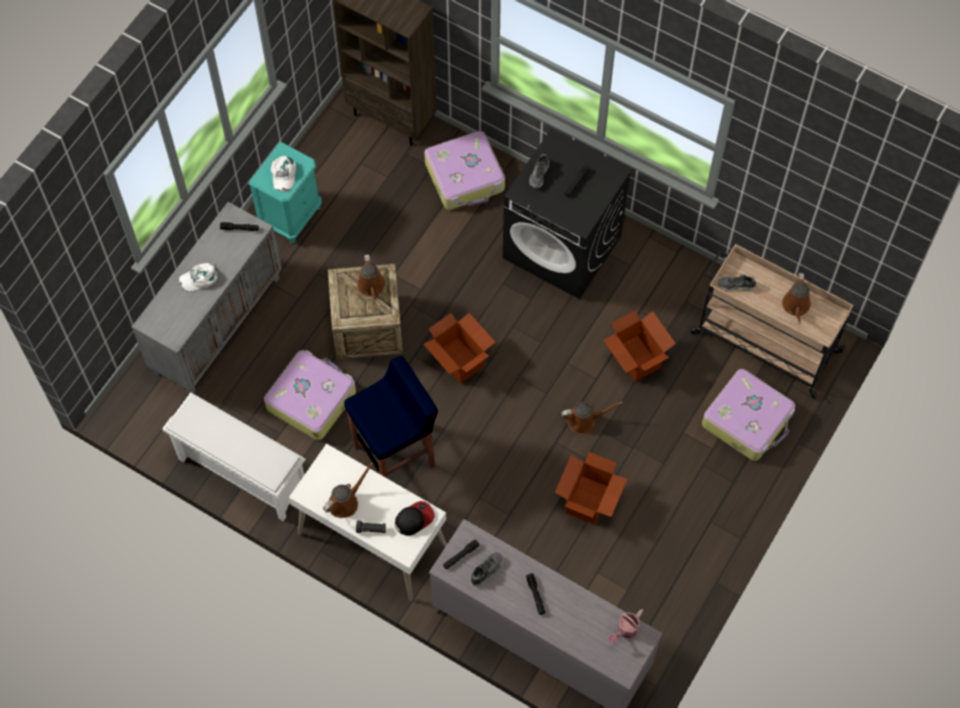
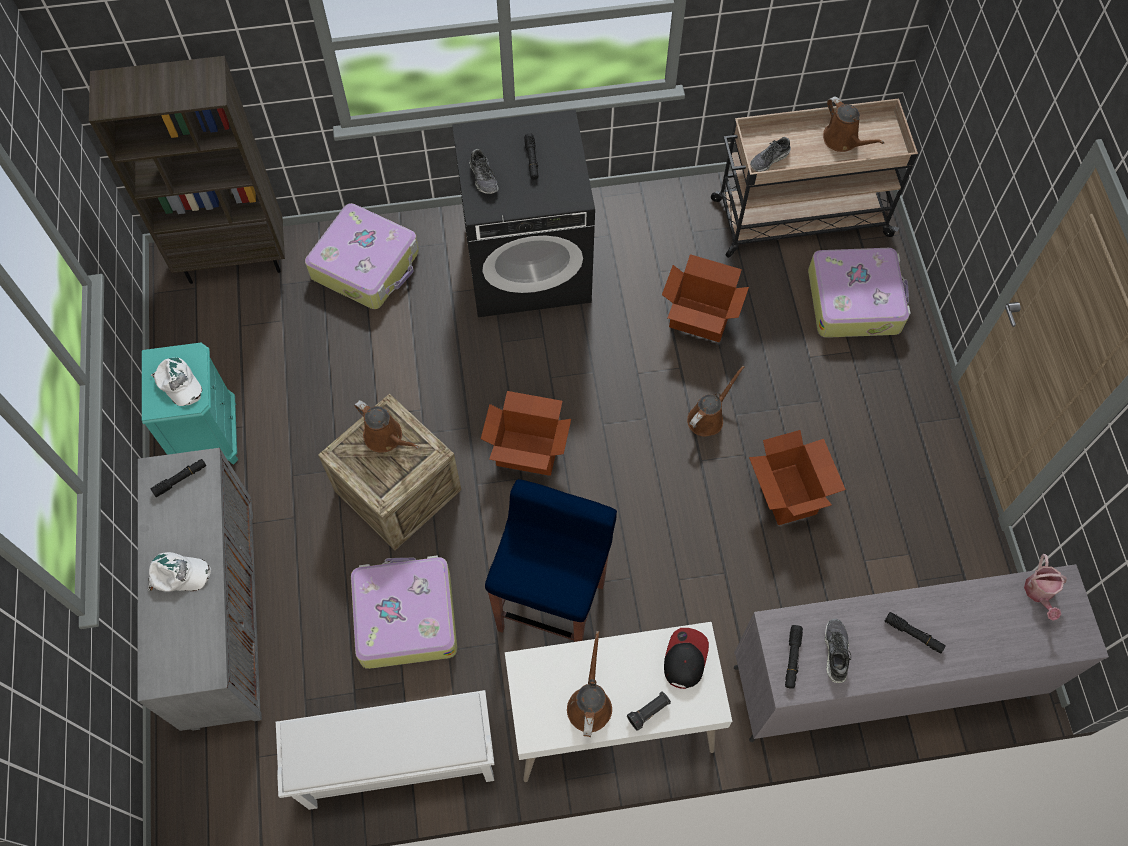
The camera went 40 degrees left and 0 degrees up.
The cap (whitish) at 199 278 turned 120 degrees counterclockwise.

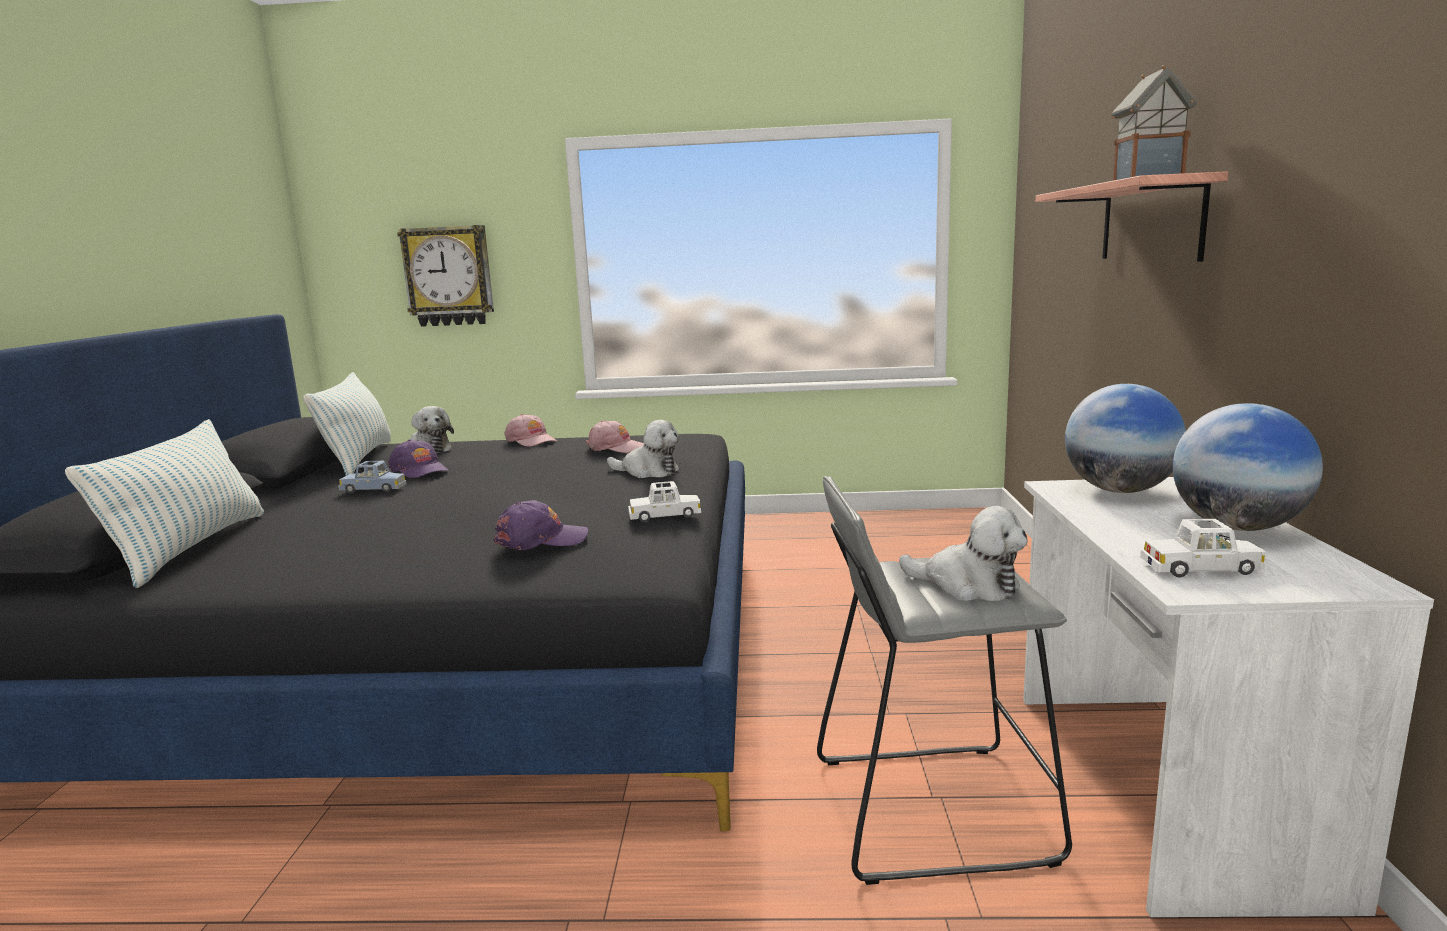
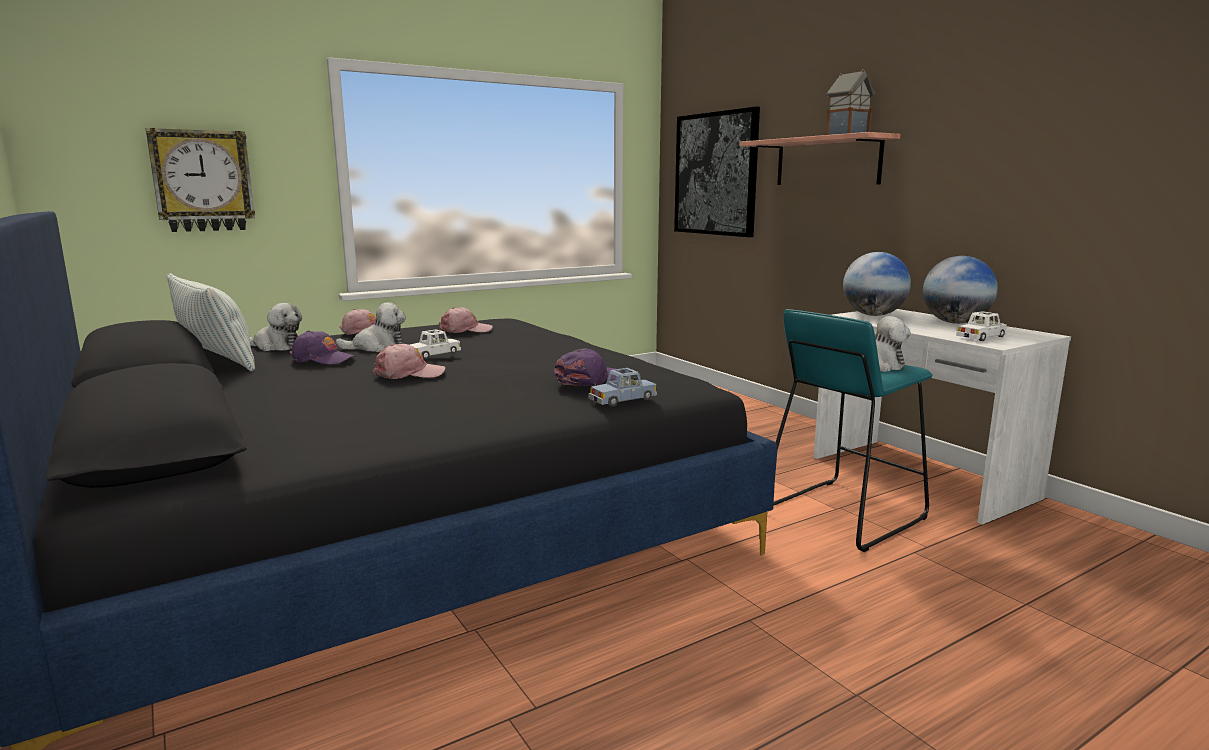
The camera went 35 degrees left and 0 degrees up.
The cushion at 191 548 disappeared.
The cap (pink-coloured) at 409 374 appeared.
The wall picture at 715 174 appeared.
The model car (blue-coloured) moved from 374 489 to 623 400.
The plush toy moved from 648 471 to 377 348.
The model car (whitish) moved from 664 515 to 434 355.
The stool (gray) at 930 807 became the stool (turquoise-coloured) at 842 513.

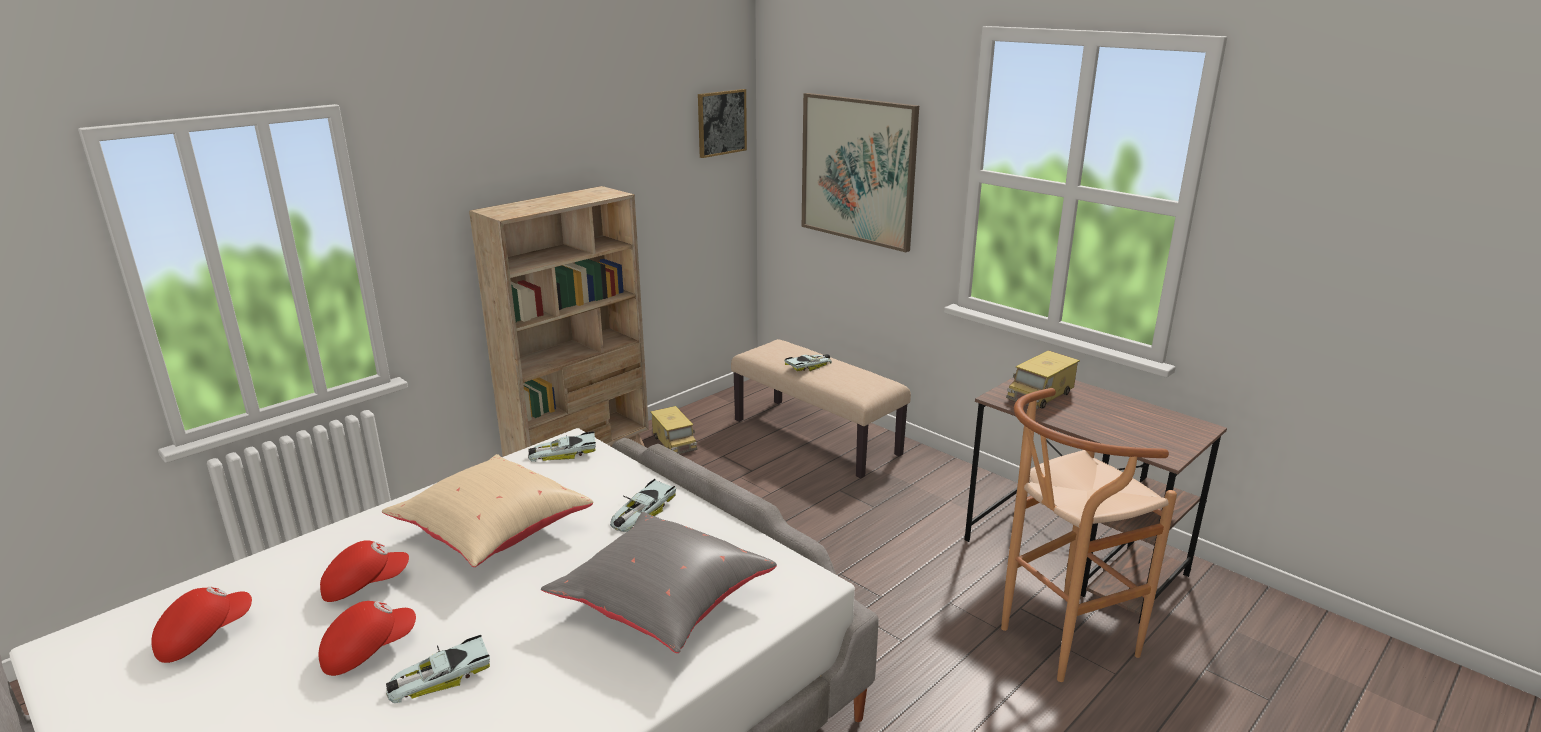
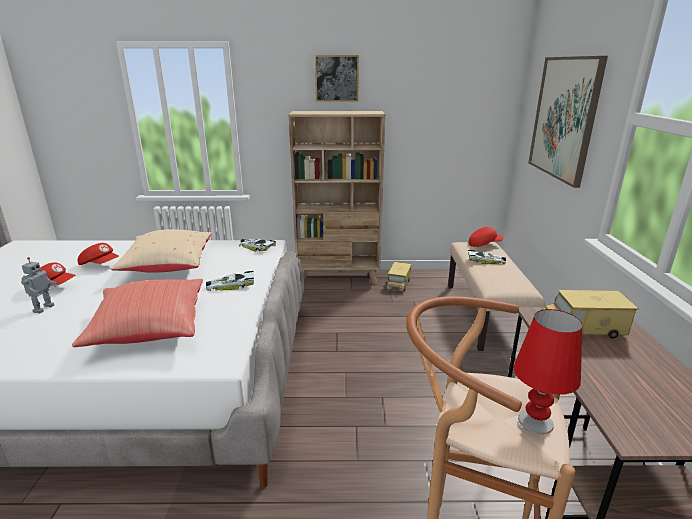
The camera went 45 degrees right and 0 degrees up.
The table lamp (red-coloured) at 536 422 appeared.
The cap (red-coloured) moved from 204 636 to 484 244.
The wall picture moved from 721 122 to 336 78.
The model car at 439 676 was replaced by the model robot at 43 308.
The cushion (gray) at 661 605 became the cushion (red-coloured) at 149 329.

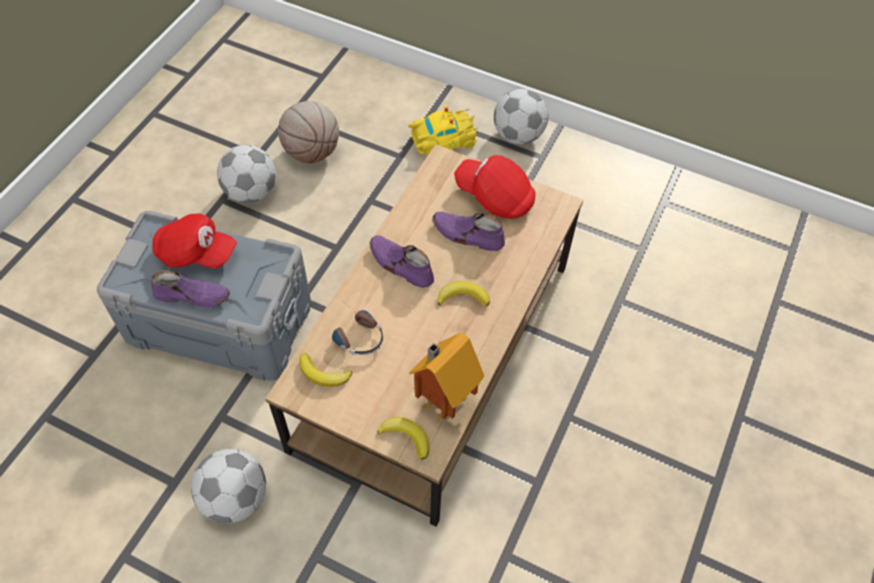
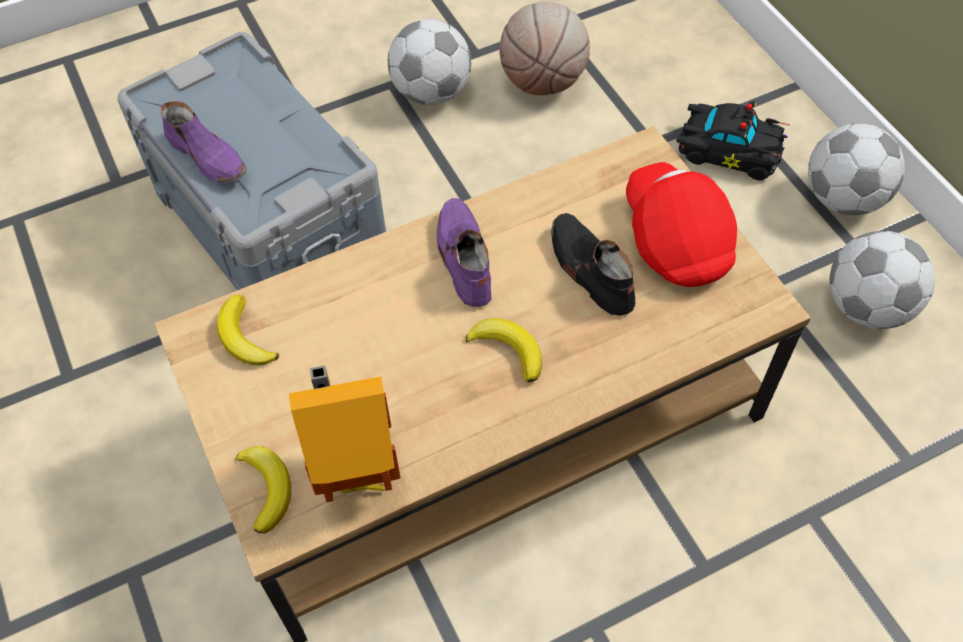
The camera went 40 degrees right and 0 degrees up.
The cap (red-coloured) at 196 253 disappeared.
The pair of headphones at 354 334 disappeared.
The ball for football moved from 235 497 to 867 307.
The model car (yellow-coloured) at 441 139 became the model car (black-coloured) at 726 149.
The item of footwear (purple) at 467 235 became the item of footwear (black-coloured) at 589 270.

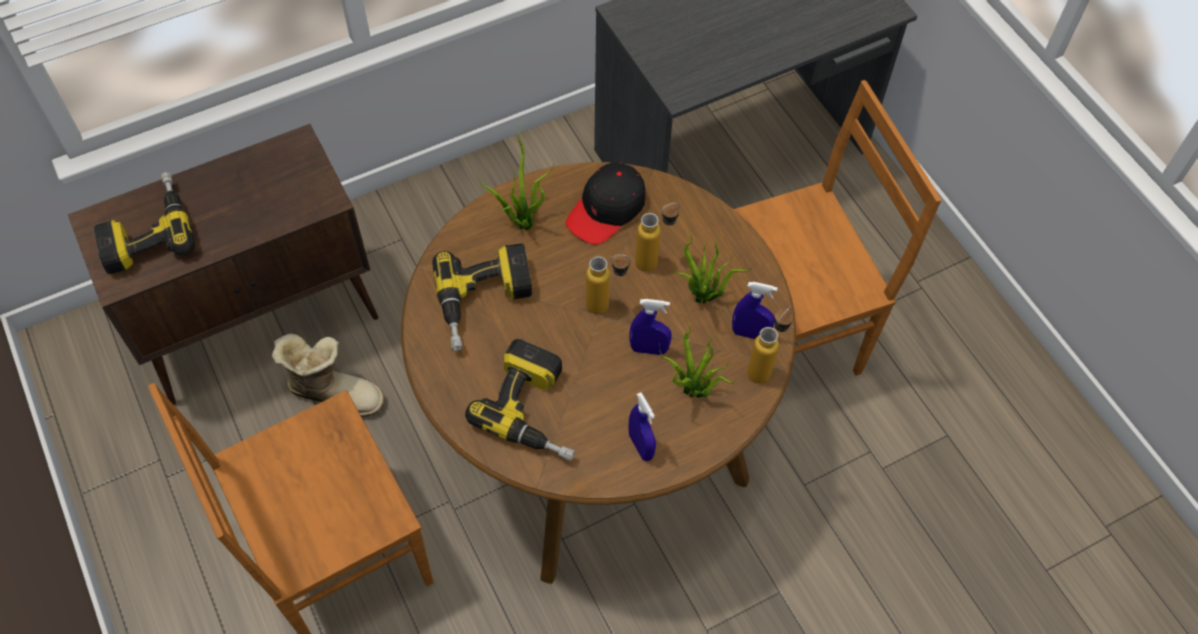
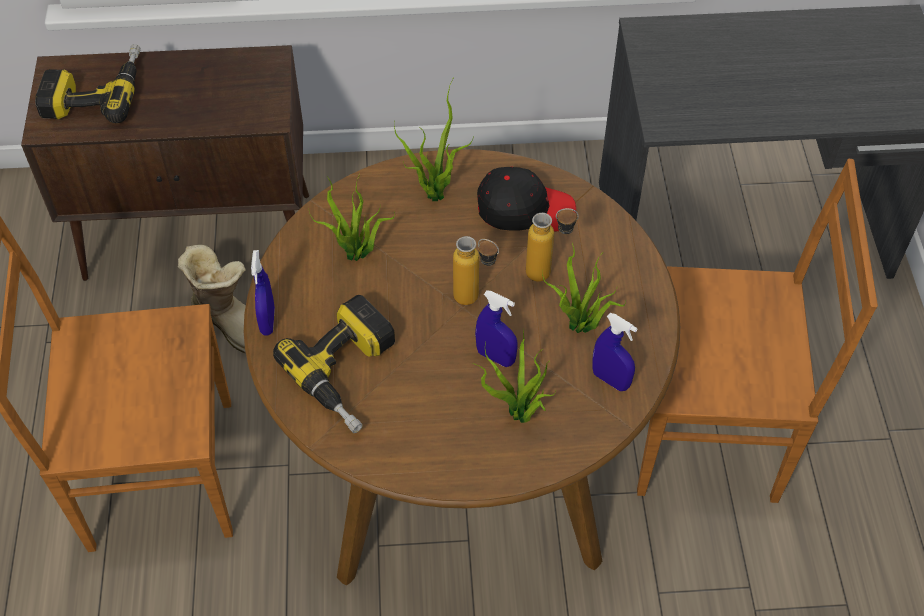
The camera went 25 degrees right and 5 degrees down.
The bottle at 765 367 disappeared.
The sprayer (blue-coloured) moved from 641 446 to 267 321.
The electric drill at 485 303 was replaced by the potted plant at 356 255.
The cap (black-coloured) at 607 210 turned 150 degrees counterclockwise.

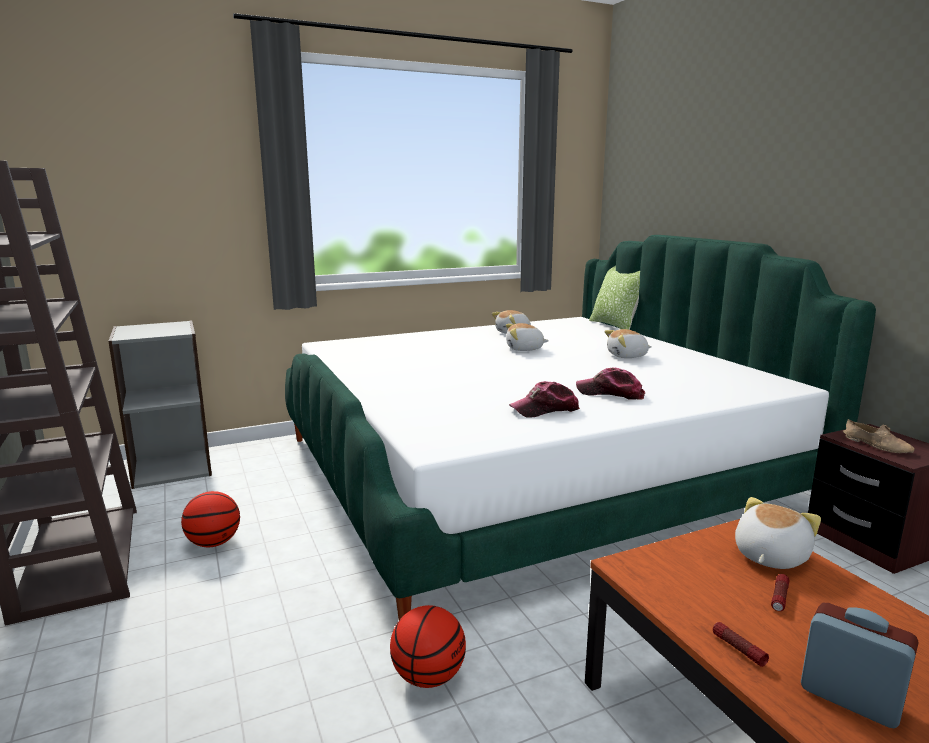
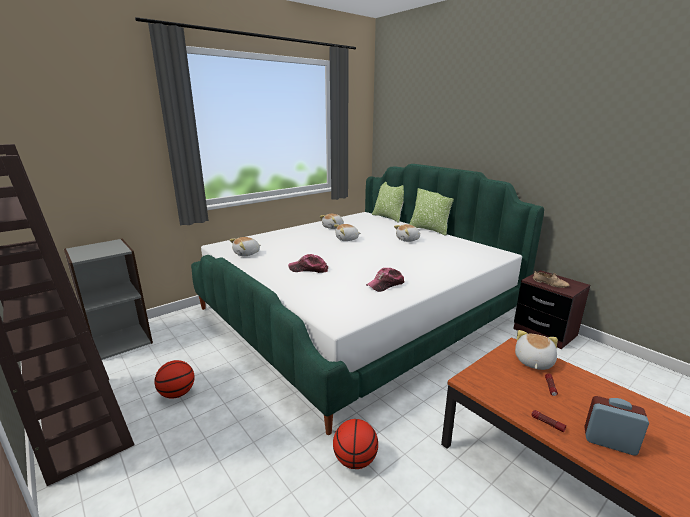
The camera went 15 degrees left and 5 degrees up.
The plush toy at 247 254 appeared.
The cushion at 429 230 appeared.
The cap moved from 610 393 to 308 269.

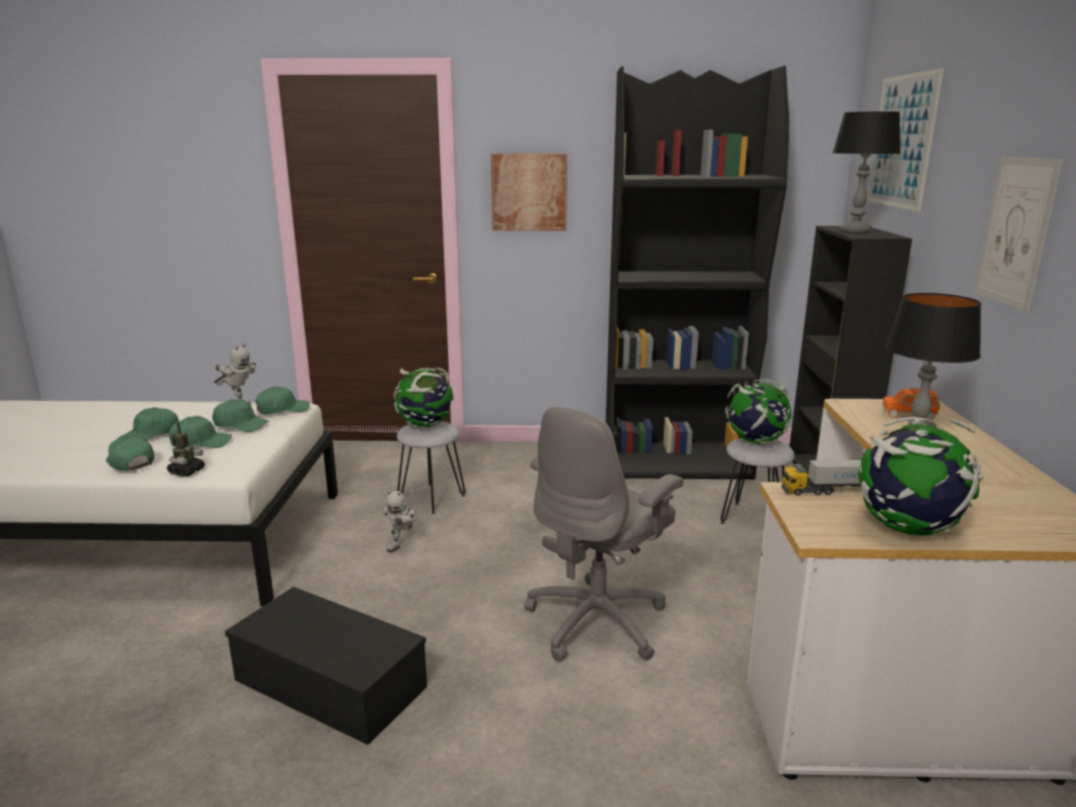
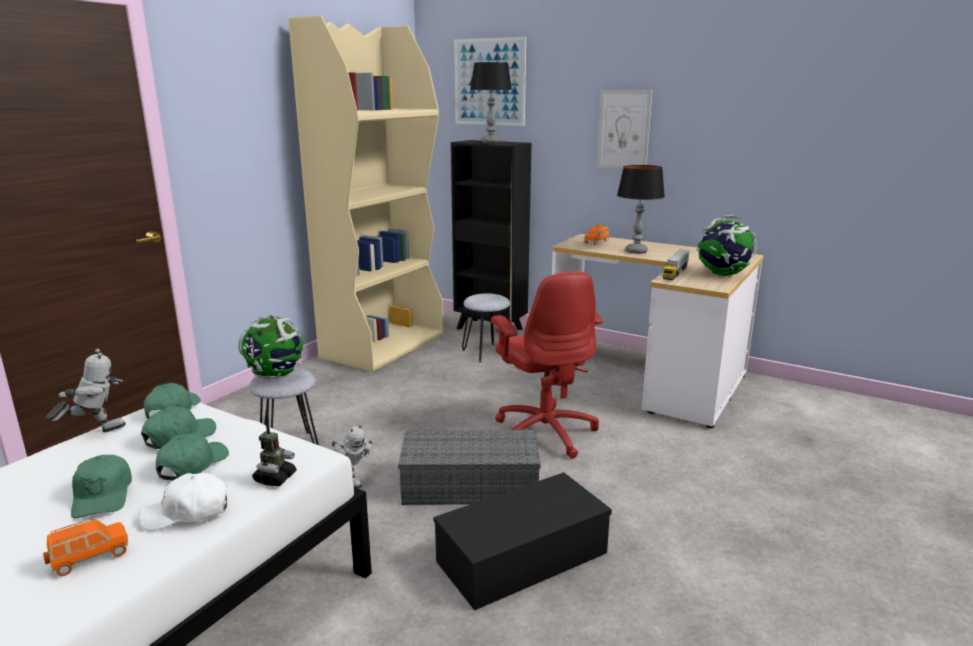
The camera went 60 degrees left and 0 degrees up.
The wall picture at 529 192 disappeared.
The world globe at 755 442 disappeared.
The model car (orange) at 89 558 appeared.
The storage box (gray) at 472 484 appeared.
The cap (greenish) at 130 462 became the cap (whitish) at 187 513.
The office chair (gray) at 598 621 became the office chair (red-coloured) at 544 432.
The shelving unit (black-coloured) at 677 461 became the shelving unit (beige-coloured) at 384 345.
The model robot at 186 471 turned 60 degrees clockwise.

